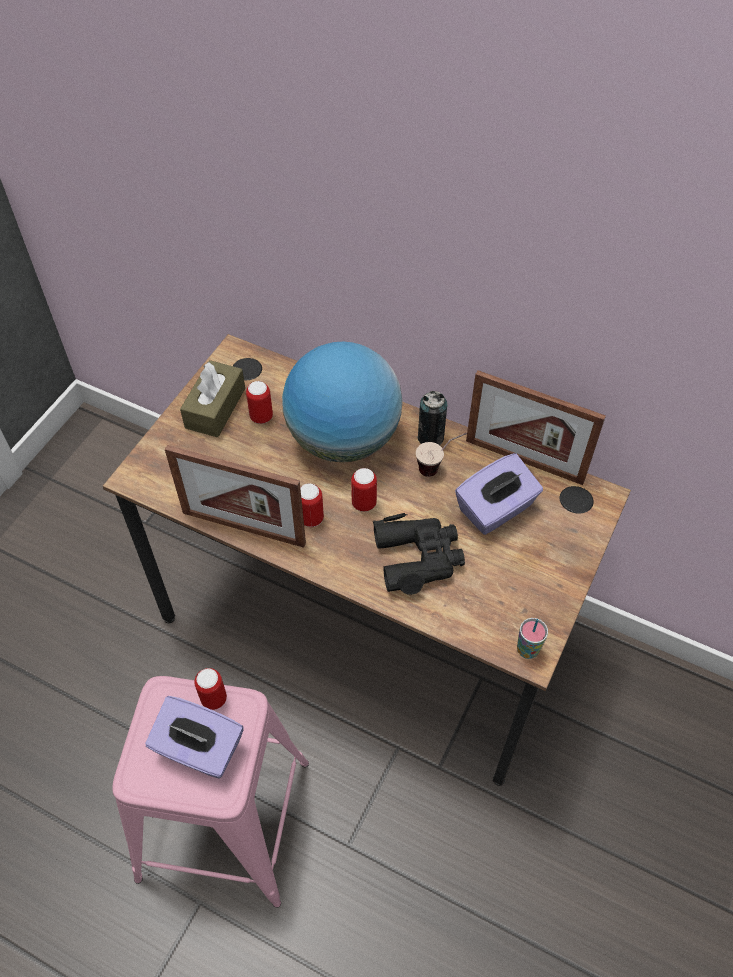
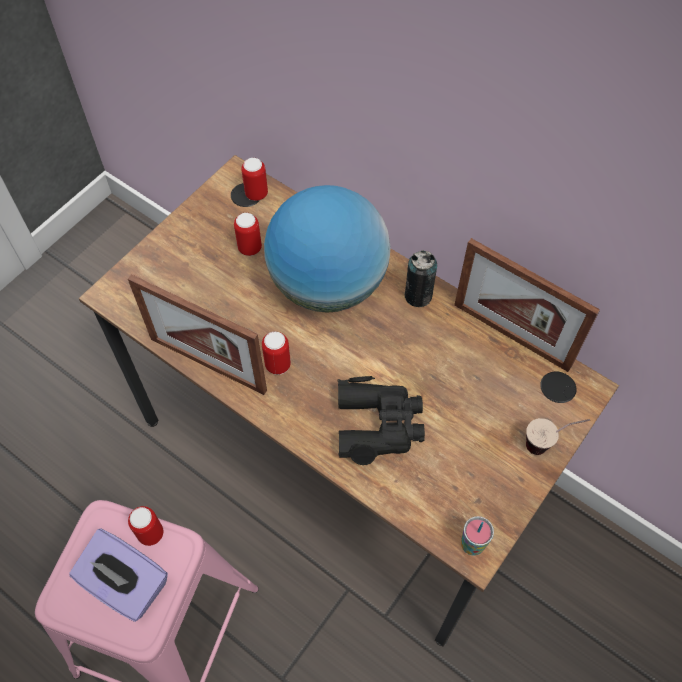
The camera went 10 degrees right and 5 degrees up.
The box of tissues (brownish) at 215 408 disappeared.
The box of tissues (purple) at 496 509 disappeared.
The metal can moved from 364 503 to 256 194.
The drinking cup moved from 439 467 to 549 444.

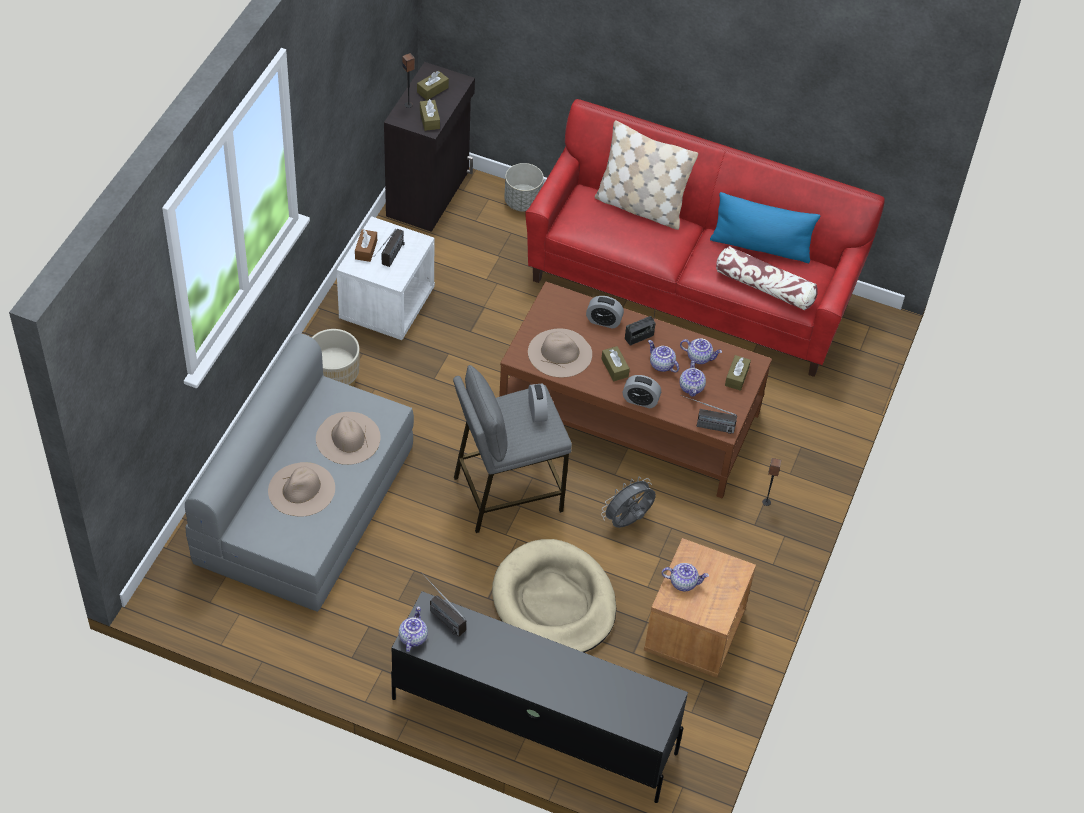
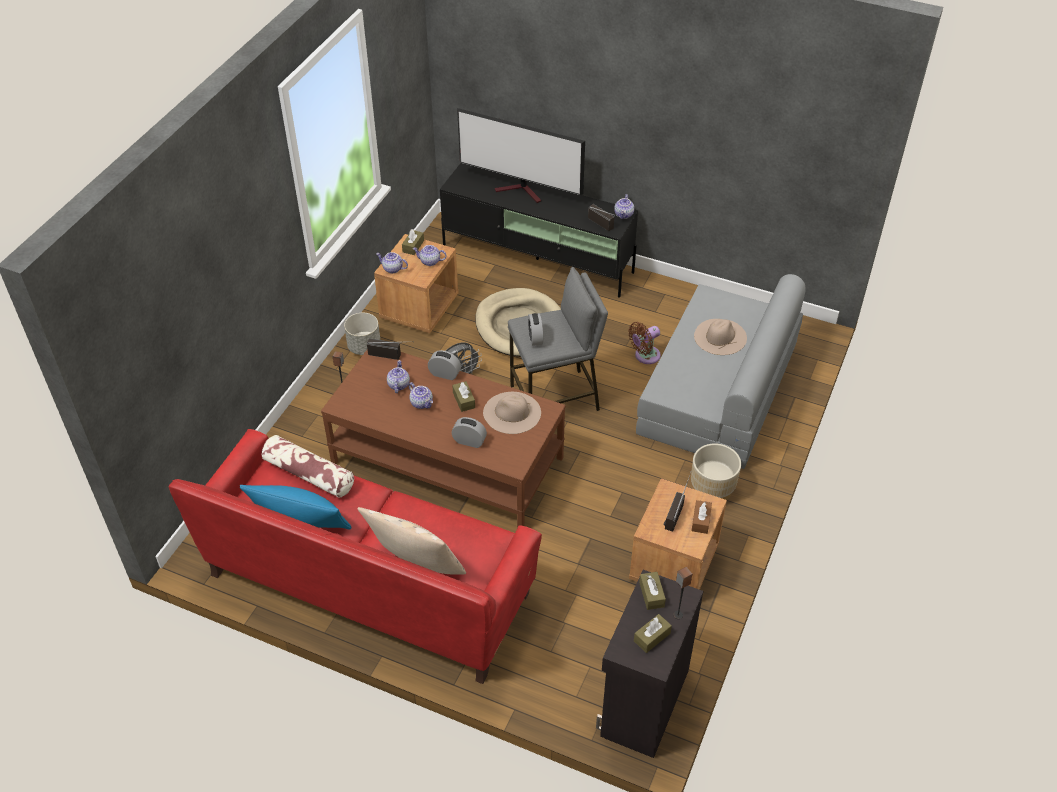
The camera went 175 degrees left and 5 degrees down.
The wearable hat (beige-coloured) at 348 438 disappeared.
The radio at 639 337 disappeared.
The TV at 522 191 appeared.
The fan (brownish) at 645 356 appeared.
The flower pot (gray) moved from 523 201 to 364 347.
The pot for tea moved from 699 357 to 392 269.
The box of tissues (brownish) moved from 736 377 to 413 246.
The bedside table (whitish) at 387 305 became the bedside table (brownish) at 673 564.

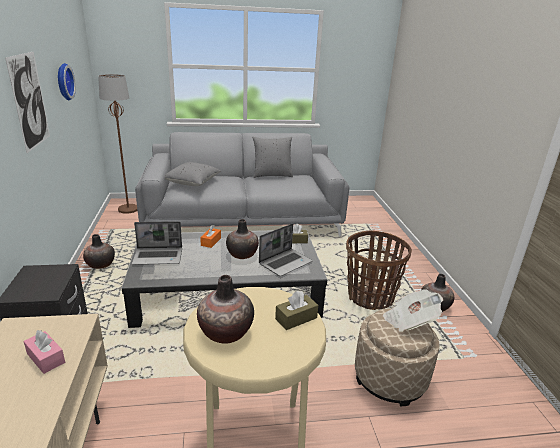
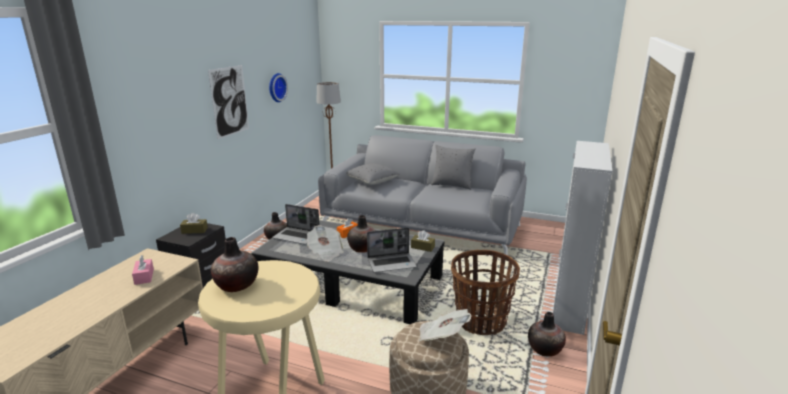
The camera went 30 degrees right and 5 degrees down.
The newspaper at 325 252 appeared.
The storage cabinet (whitish) at 569 305 appeared.
The box of tissues (brownish) moved from 296 318 to 194 230.

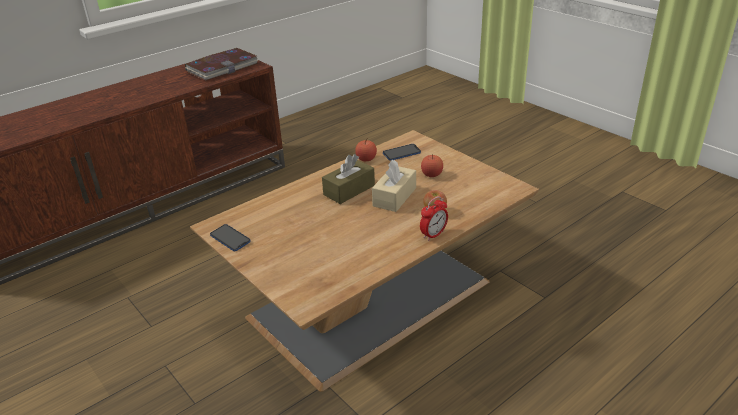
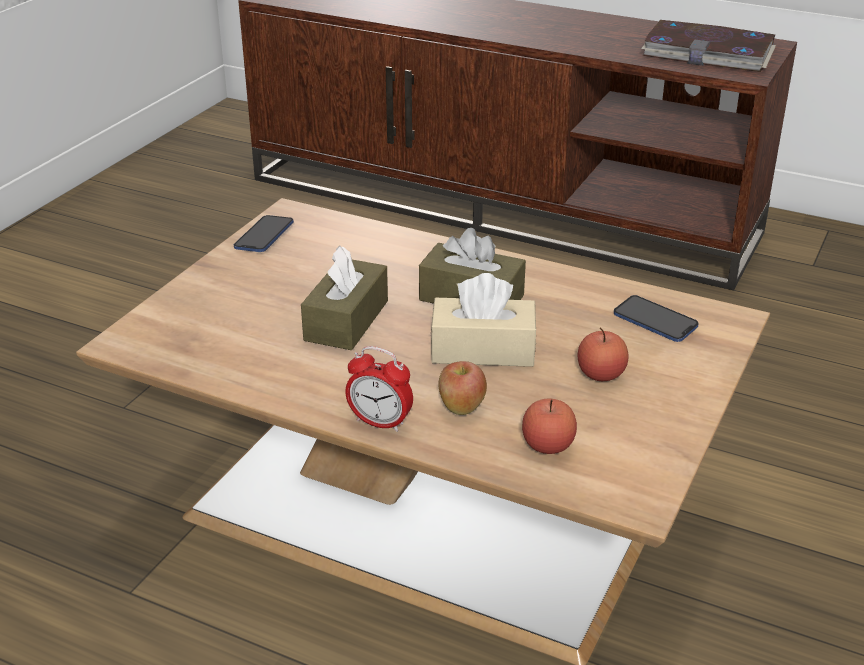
The camera went 65 degrees right and 0 degrees up.
The box of tissues (brownish) at 346 320 appeared.
The apple fruit moved from 366 159 to 548 445.

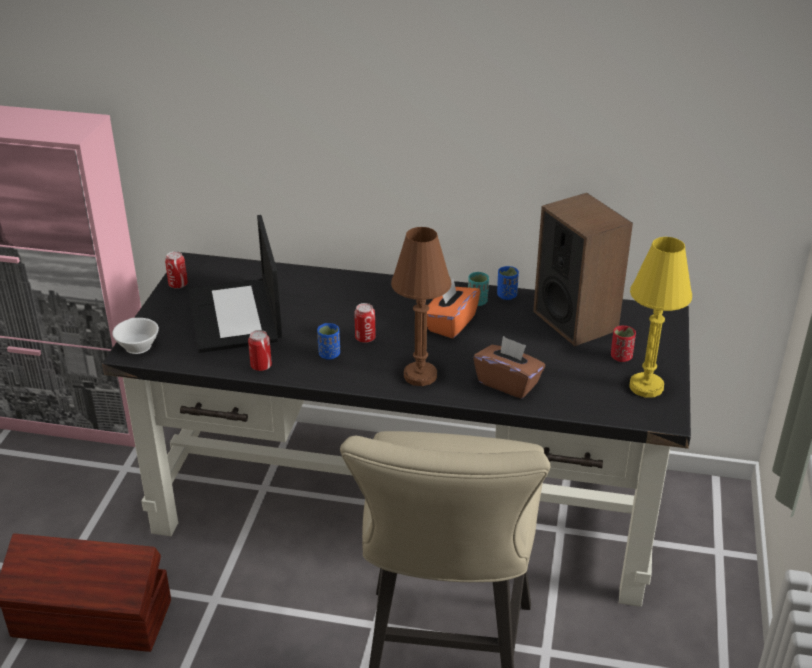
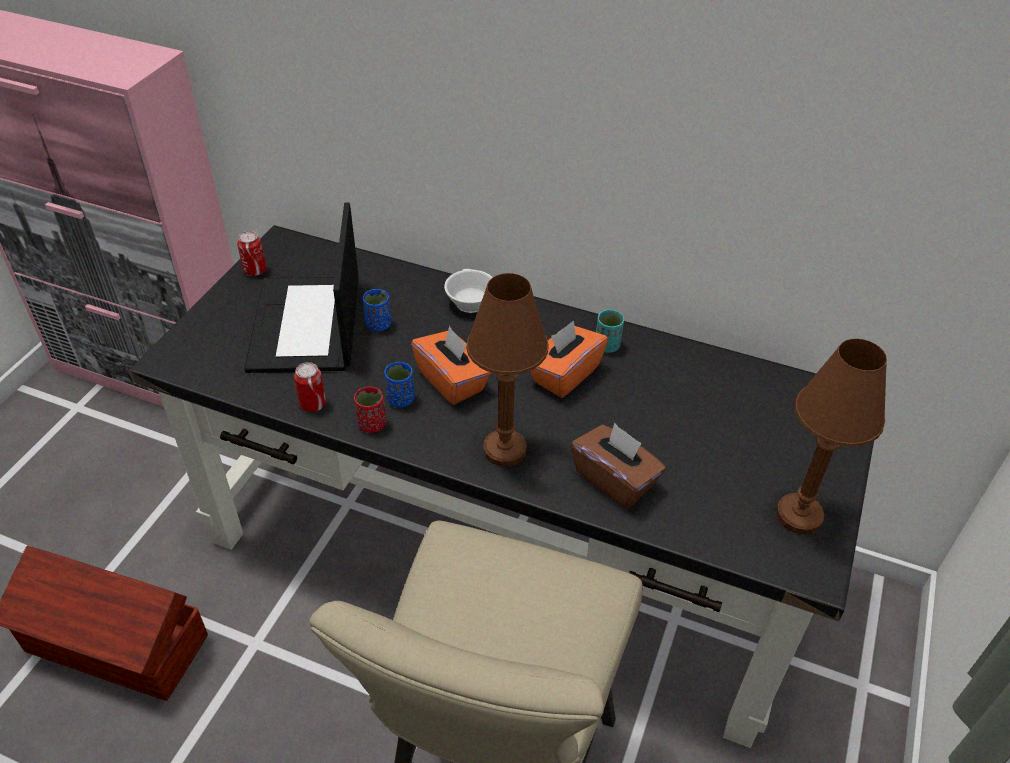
The camera went 10 degrees right and 10 degrees up.
The speaker at 575 320 disappeared.
The drinking cup (whitish) moved from 136 345 to 468 302.
The drinking cup (blue-coloured) moved from 506 295 to 378 325.
The drinking cup (red-coloured) moved from 621 357 to 372 424.
The metal can at 365 338 was replaced by the box of tissues (orange) at 452 381.
The table lamp (yellow-coloured) at 646 387 became the table lamp (brownish) at 799 515.

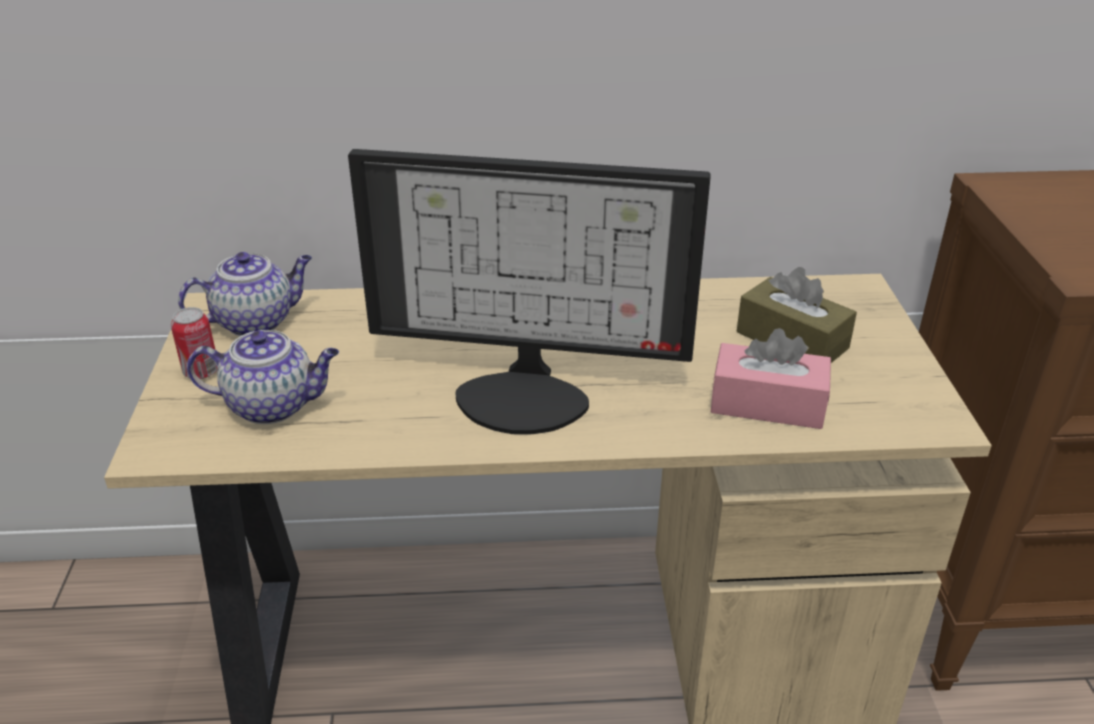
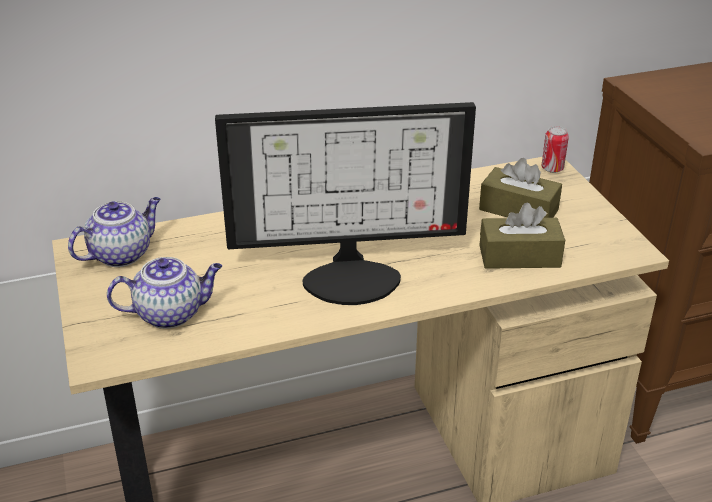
The camera went 15 degrees left and 0 degrees up.
The metal can moved from 201 372 to 552 168.
The box of tissues (pink-coloured) at 767 404 became the box of tissues (brownish) at 519 256.

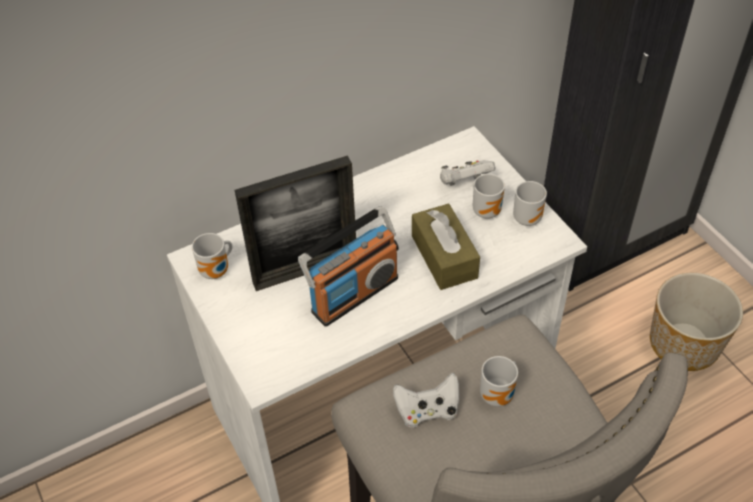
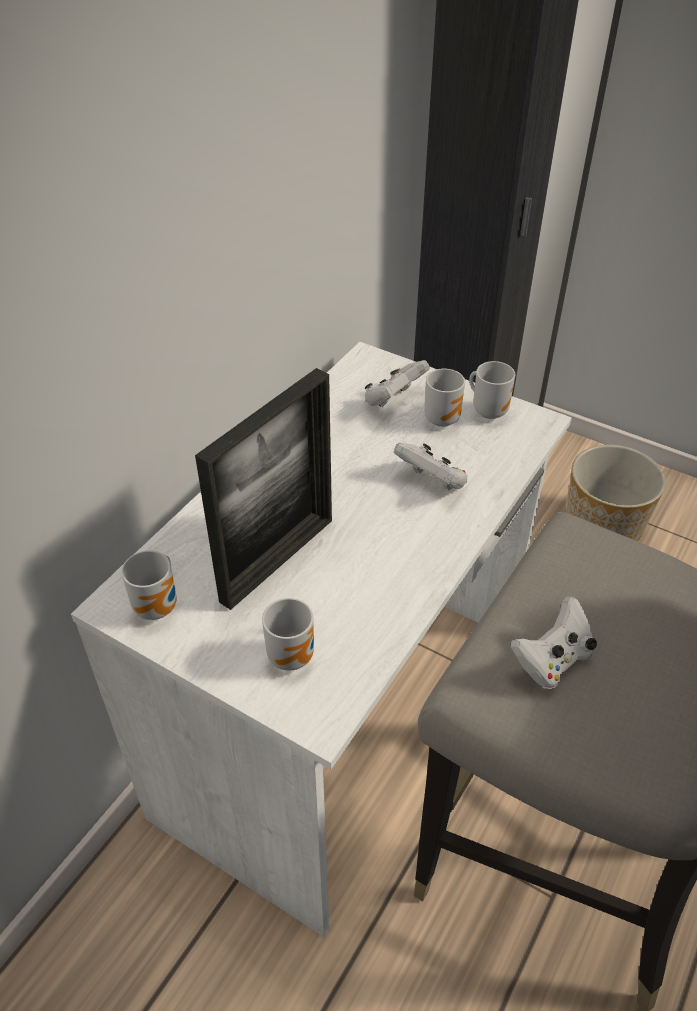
The camera went 30 degrees left and 5 degrees down.
The radio at 354 294 disappeared.
The mug moved from 499 395 to 294 655.
The box of tissues (brownish) at 444 256 was replaced by the gamepad (whitish) at 432 482.

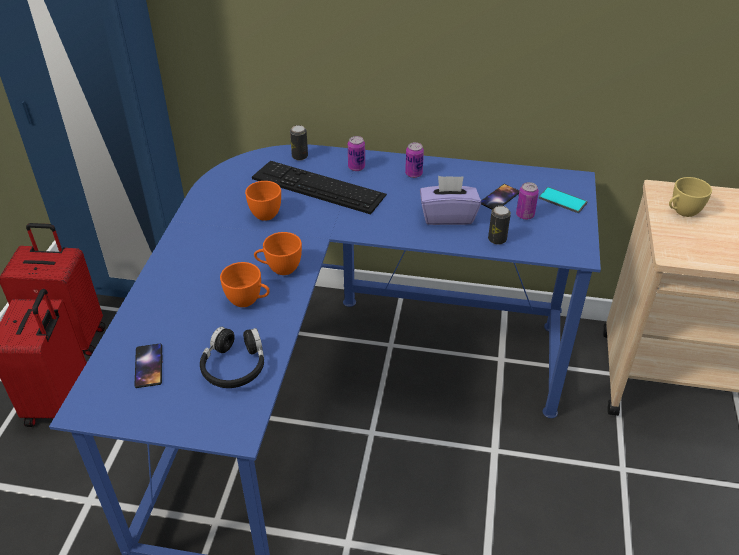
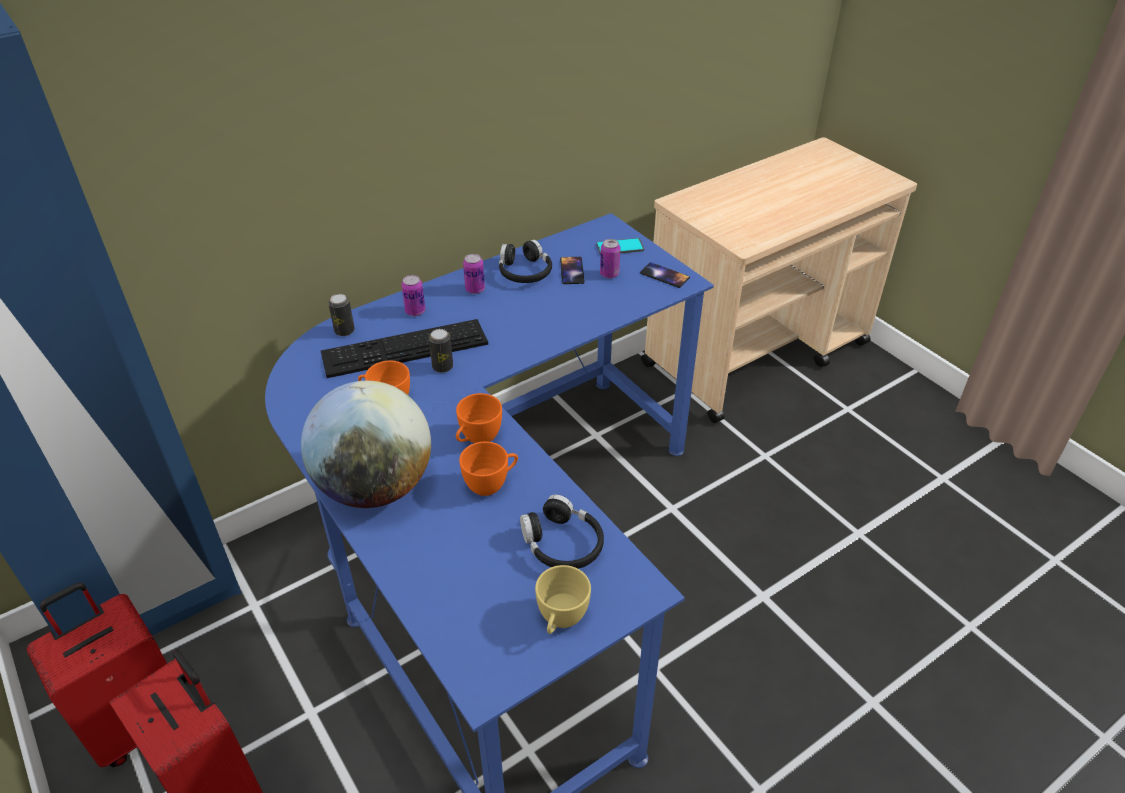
The camera went 45 degrees left and 0 degrees up.
The box of tissues (purple) at 448 216 disappeared.
The world globe at 375 486 appeared.
The pair of headphones (black-coloured) at 524 272 appeared.
The telephone moved from 149 366 to 664 275.
The metal can moved from 497 239 to 442 367.
The drinking cup (yellow-coloured) moved from 682 212 to 560 620.

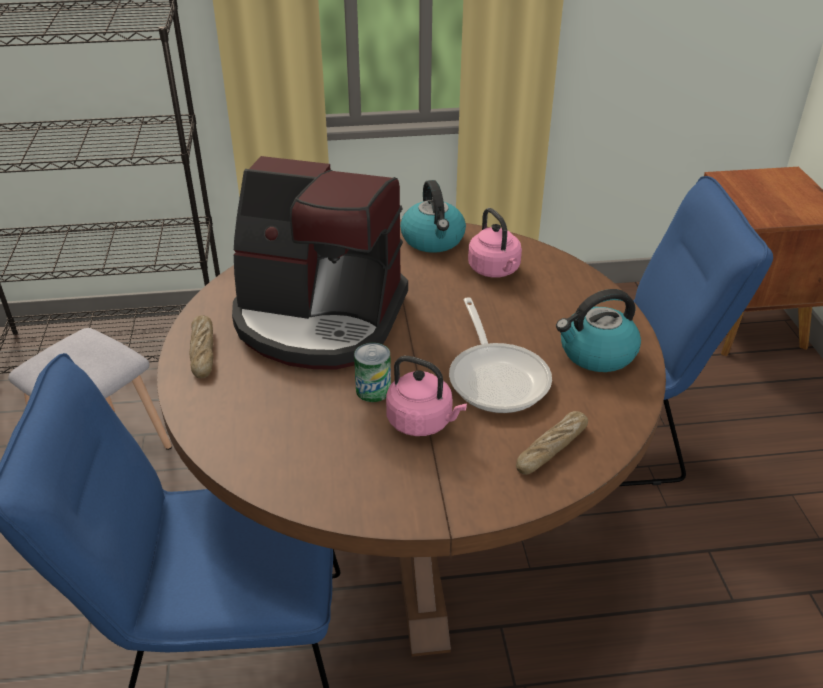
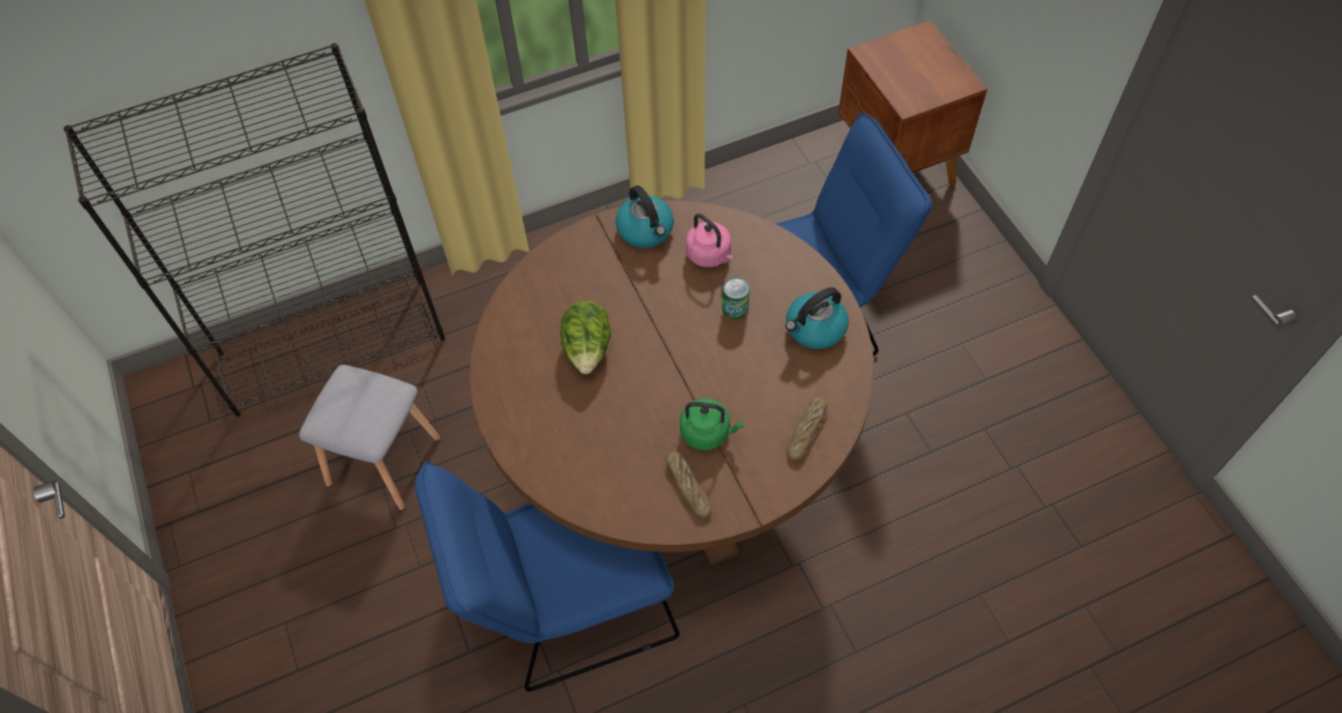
The camera went 15 degrees left and 20 degrees up.
The skillet at 497 377 disappeared.
The bread moved from 203 352 to 688 487.
The metal can moved from 373 390 to 735 308.
The coffee brewer at 319 319 was replaced by the lettuce at 588 350.
The water kettle (pink-coloured) at 423 422 became the water kettle (greenish) at 708 432.

